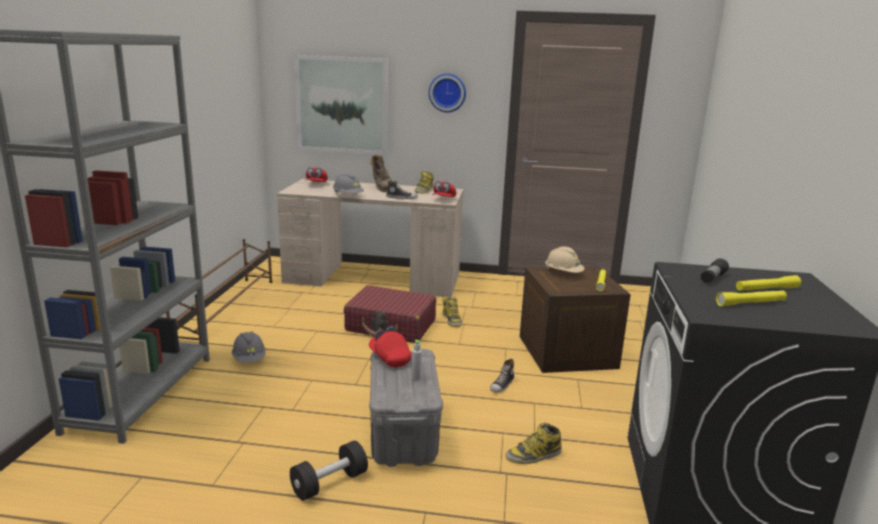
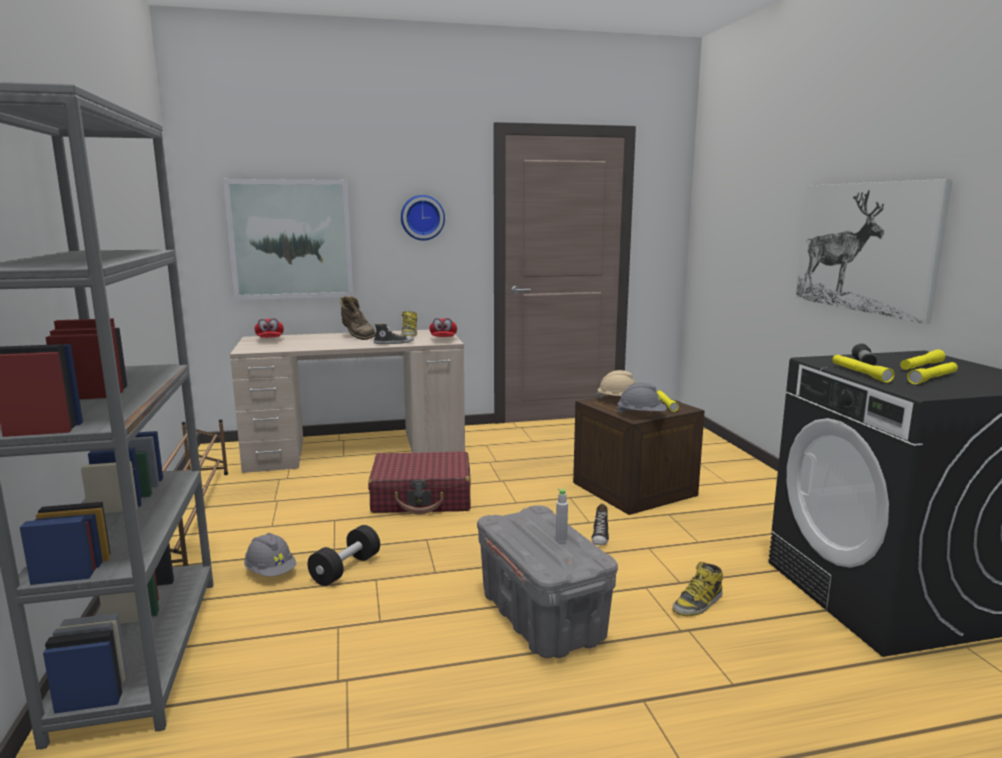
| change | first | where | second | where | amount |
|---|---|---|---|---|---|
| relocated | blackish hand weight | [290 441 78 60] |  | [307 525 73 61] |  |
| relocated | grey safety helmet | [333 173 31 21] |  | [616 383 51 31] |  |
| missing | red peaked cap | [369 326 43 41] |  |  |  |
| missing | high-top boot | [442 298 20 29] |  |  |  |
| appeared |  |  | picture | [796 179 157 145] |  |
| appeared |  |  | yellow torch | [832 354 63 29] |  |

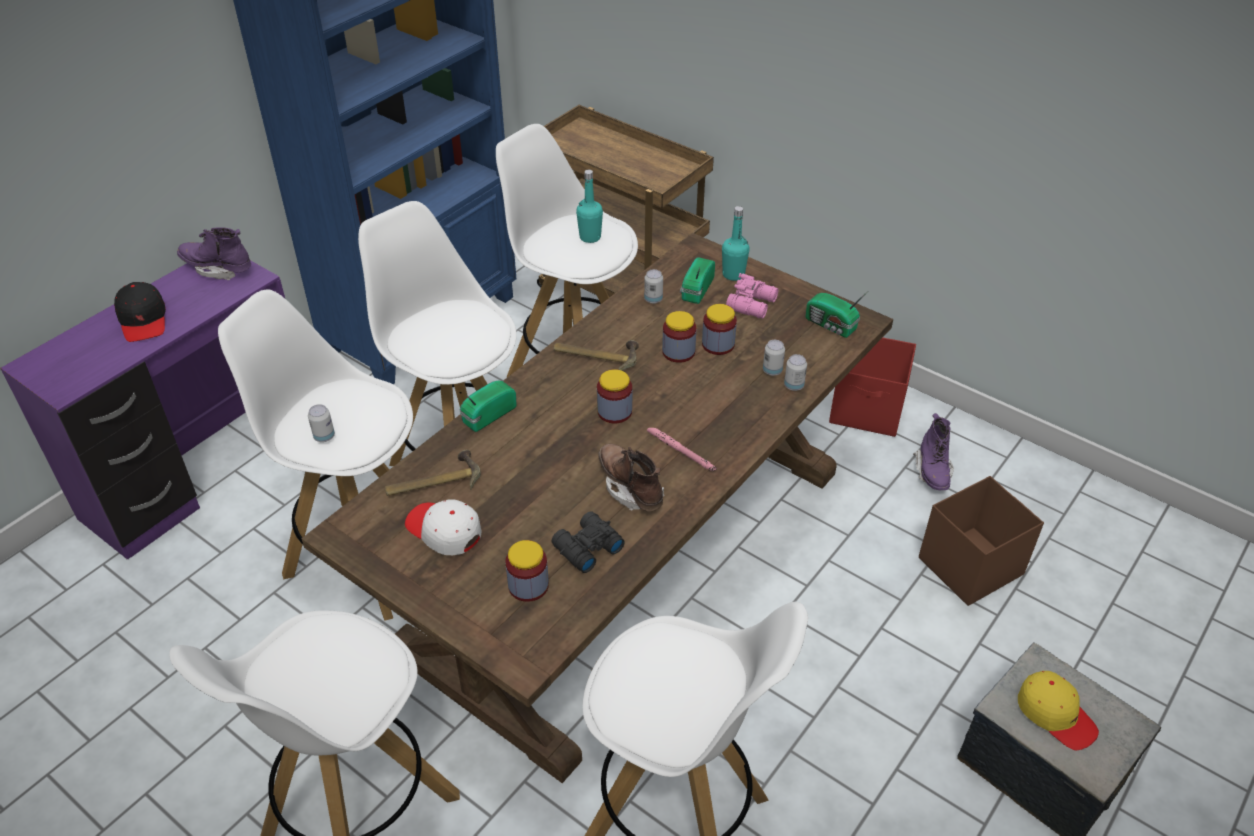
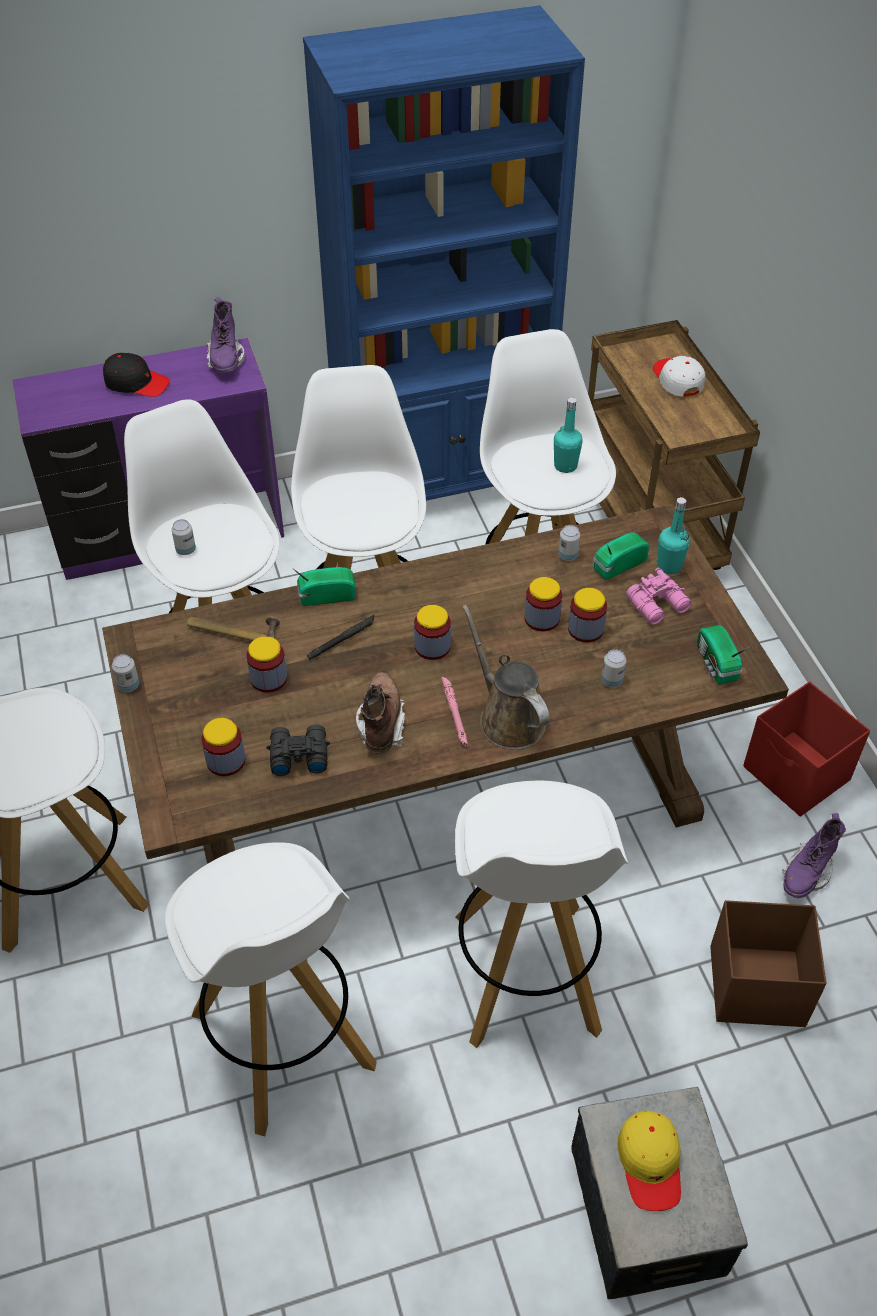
| change | first | where | second | where | amount |
|---|---|---|---|---|---|
| spun | blackish peaked cap | [114 282 52 60] |  | [103 353 67 44] | 90 degrees counterclockwise |
| spun | purple-coloured high-top boot | [177 227 74 53] |  | [206 297 39 76] | 150 degrees counterclockwise |
| relocated | whitish peaked cap | [405 499 77 56] |  | [653 356 53 41] |  |
| missing | hammer | [554 340 85 31] |  |  |  |
| relocated | metal can | [784 354 23 37] |  | [112 654 27 38] |  |
| appeared |  |  | jar | [246 636 41 56] |  |
| appeared |  |  | blackish torch | [307 615 67 45] |  |
| appeared |  |  | whitish sitting stool | [455 781 173 267] |  |
| appeared |  |  | brown sprinkling can | [462 605 88 145] |  |

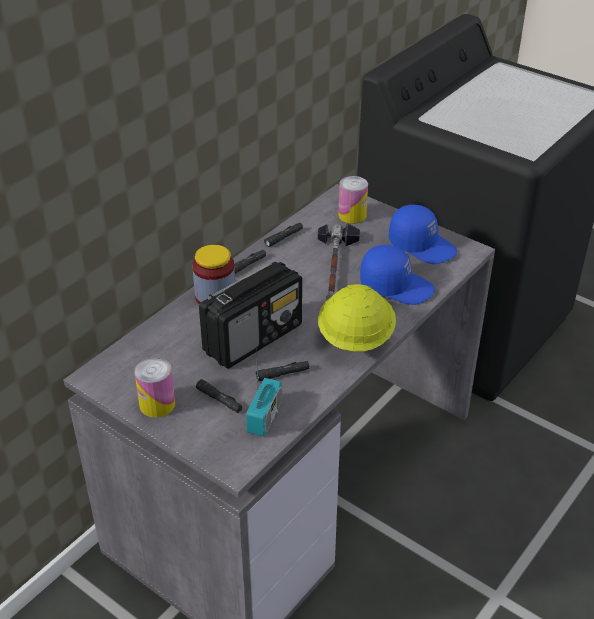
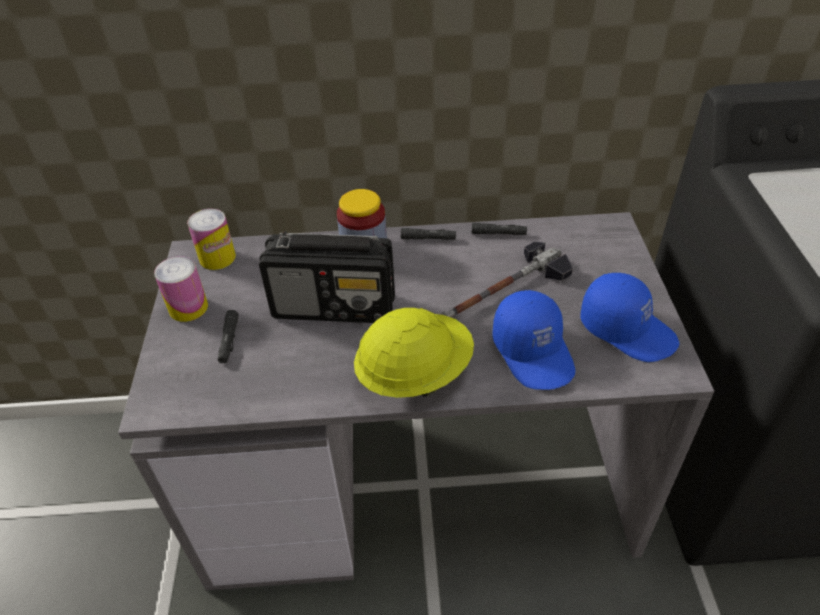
| change | first | where | second | where | amount |
|---|---|---|---|---|---|
| missing | radio receiver | [246 349 36 88] |  |  |  |
| missing | blackish torch | [256 361 54 20] |  |  |  |
| relocated | metal can | [338 176 30 48] |  | [187 209 49 61] |  |
| spun | blue-coloured peaked cap | [389 205 68 59] |  | [580 273 99 89] | 45 degrees counterclockwise |

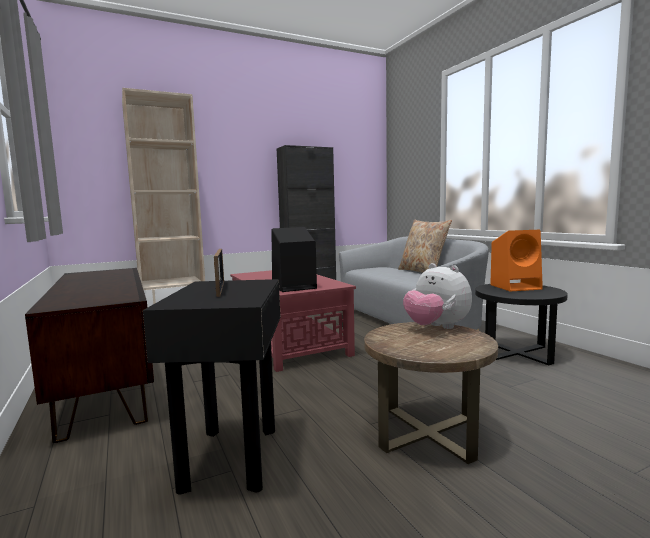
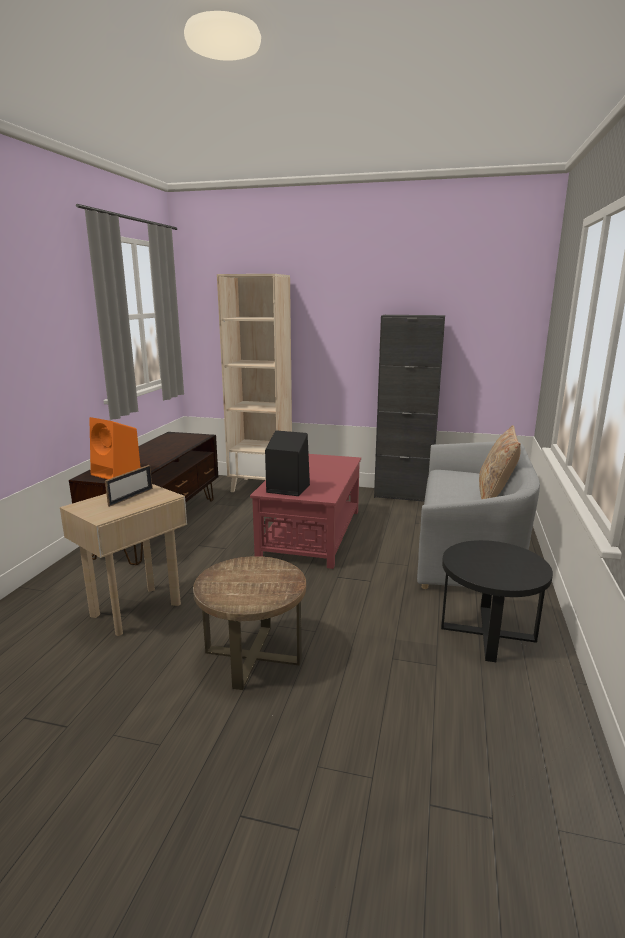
| change | first | where | second | where | amount |
|---|---|---|---|---|---|
| colour | blackish side table | [143 279 138 216] | sand-coloured side table | [60 484 127 152] |  |
| missing | plush toy | [403 263 69 66] |  |  |  |
| relocated | orange loudspeaker | [490 230 53 61] |  | [89 417 52 62] |  |

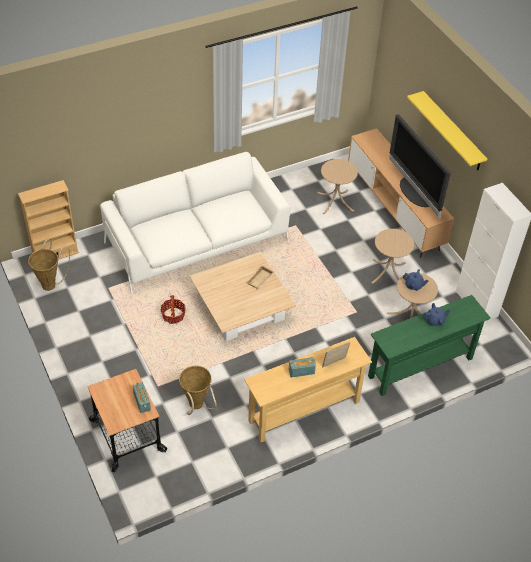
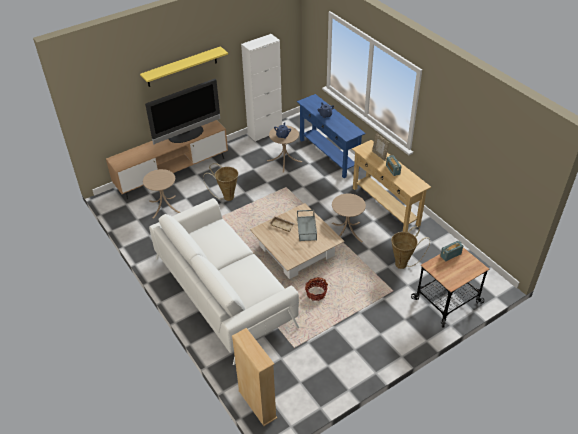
| change | first | where | second | where | amount |
|---|---|---|---|---|---|
| relocated | storage basket | [28 239 42 52] |  | [203 163 35 38] |  |
| colour | green-coloured narrow table | [368 295 123 101] | blue-coloured narrow table | [297 94 69 84] |  |
| relocated | sand-coloured side table | [371 229 43 55] |  | [332 194 34 48] |  |
| appeared |  |  | grey tray | [297 210 20 31] |  |

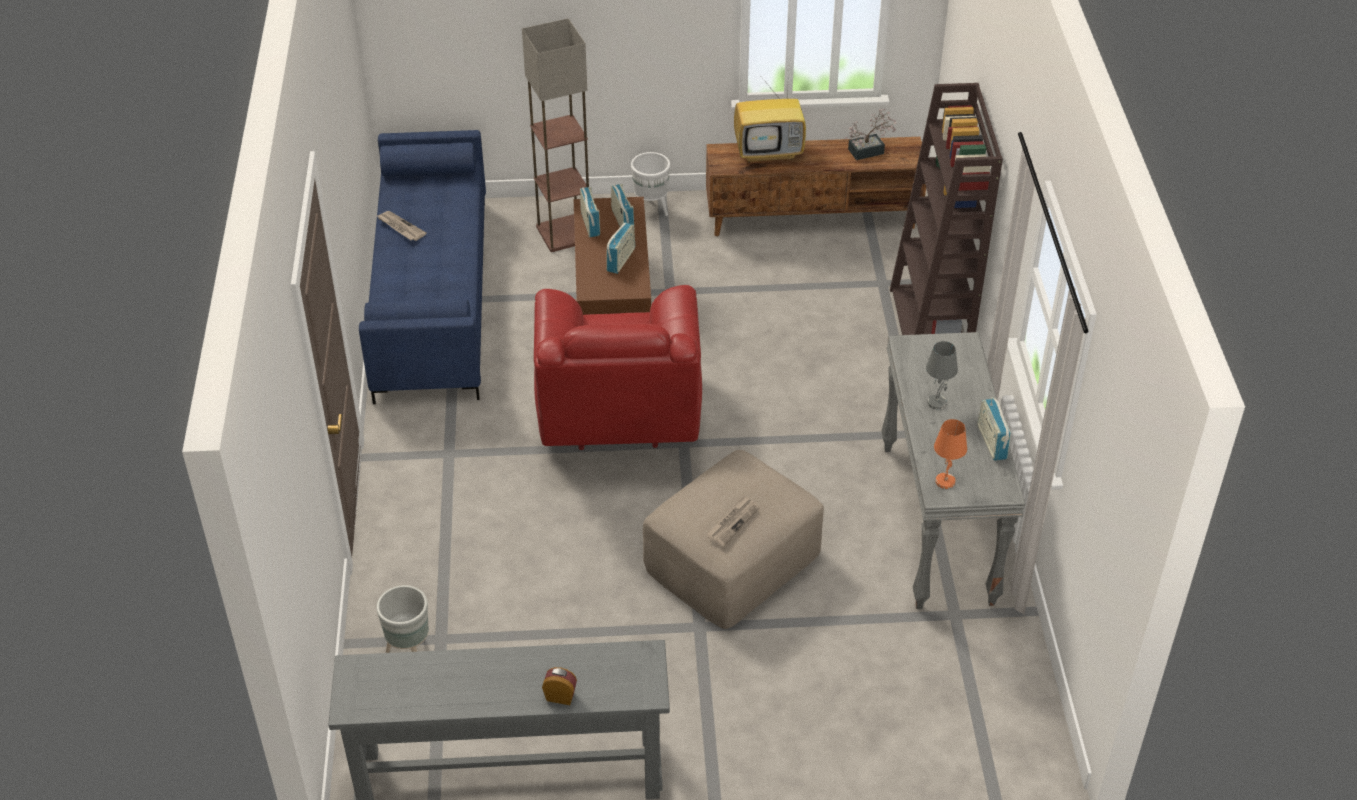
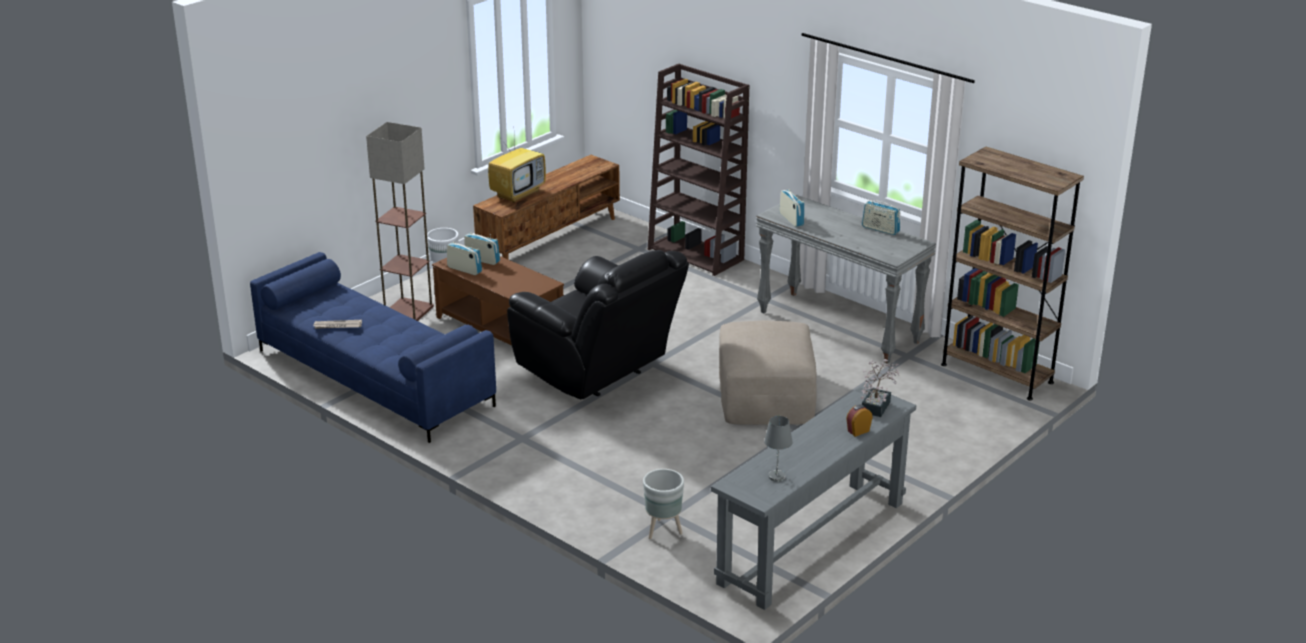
| change | first | where | second | where | amount |
|---|---|---|---|---|---|
| colour | red easy chair | [534 285 168 165] | blackish easy chair | [507 250 182 150] |  |
| relocated | radio receiver | [606 222 29 52] |  | [779 189 25 38] |  |
| missing | printed paper | [707 495 52 52] |  |  |  |
| relocated | plant in a pot | [845 108 51 52] |  | [861 359 38 58] |  |
| relocated | grey lamp for a table | [926 341 32 69] |  | [764 416 29 66] |  |
| missing | orange lamp for a table | [934 419 33 70] |  |  |  |
| appeared |  |  | brown bookshelf | [941 147 143 254] |  |

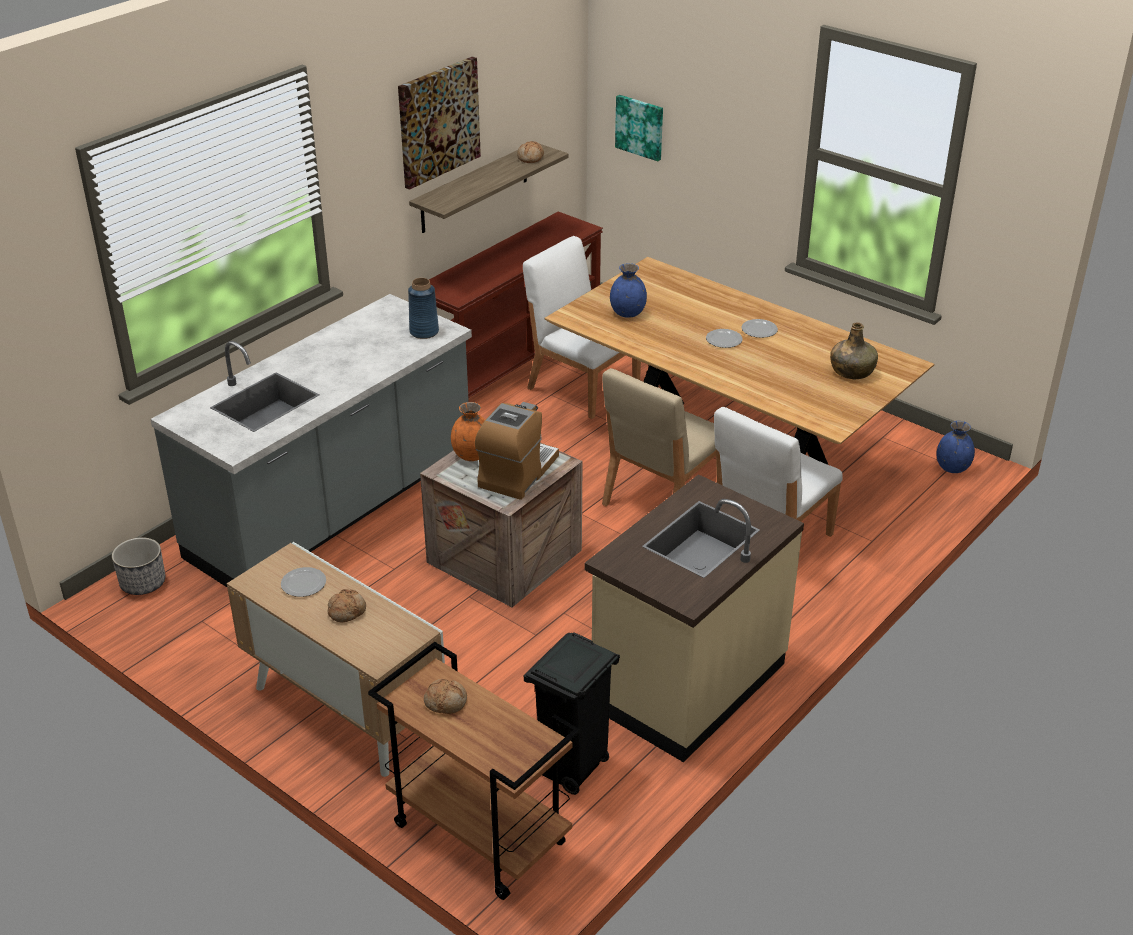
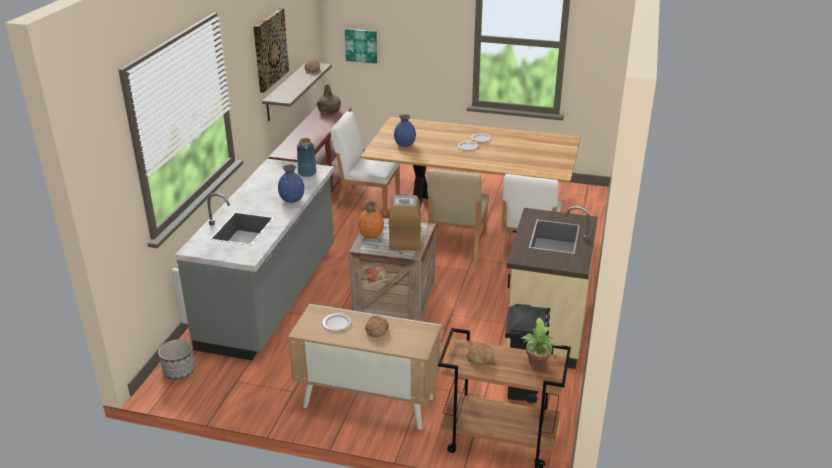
| change | first | where | second | where | amount |
|---|---|---|---|---|---|
| relocated | green-coloured bottle | [830 322 48 57] |  | [317 84 24 30] |  |
| relocated | blue-coloured flower vase | [936 421 39 52] |  | [278 164 26 39] |  |
| appeared |  |  | plant in a pot | [521 318 40 51] |  |

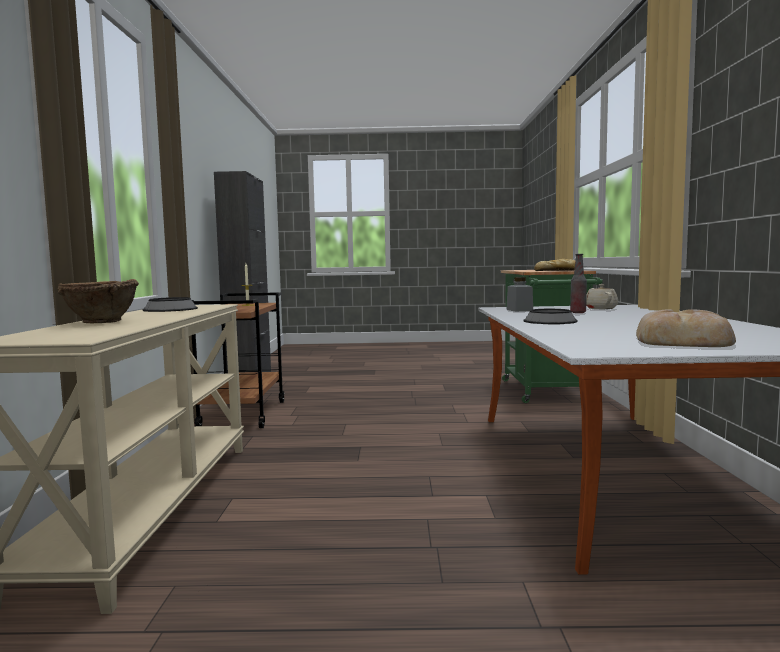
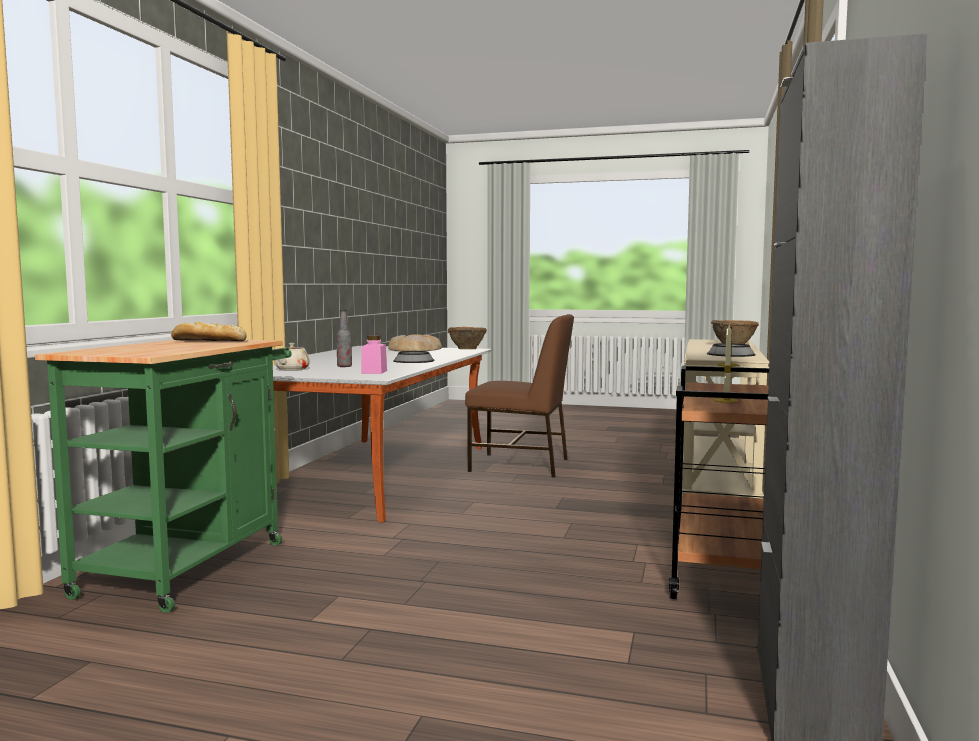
| change | first | where | second | where | amount |
|---|---|---|---|---|---|
| colour | grey jar | [506 277 27 35] | pinkish jar | [361 335 26 39] |  |
| appeared |  |  | brown bowl | [448 327 39 22] |  |
| appeared |  |  | brown chair | [465 314 109 164] |  |

